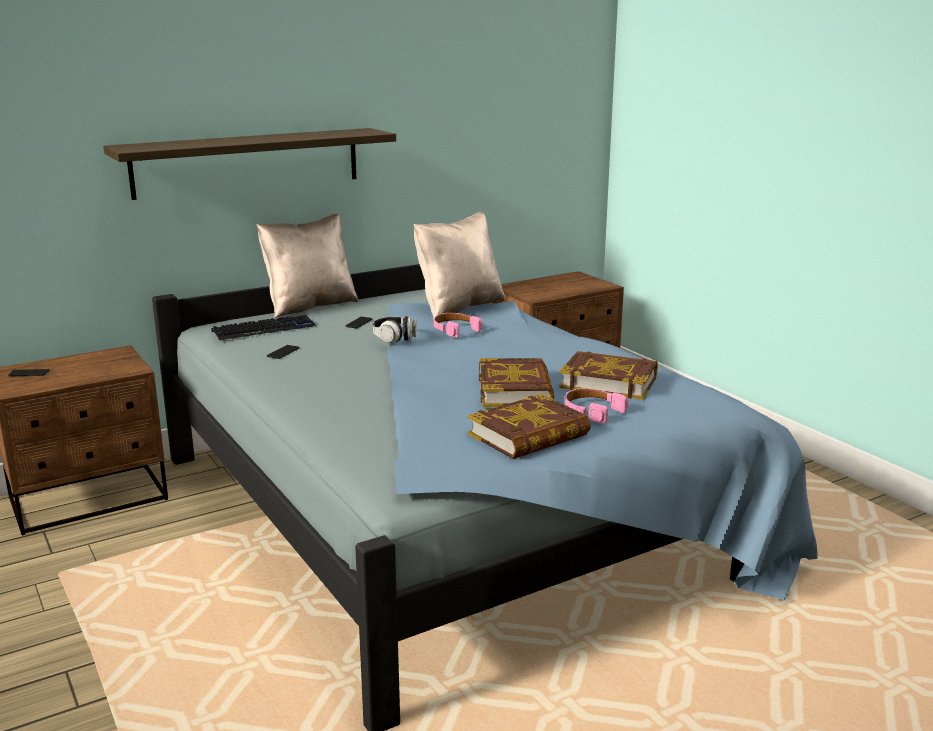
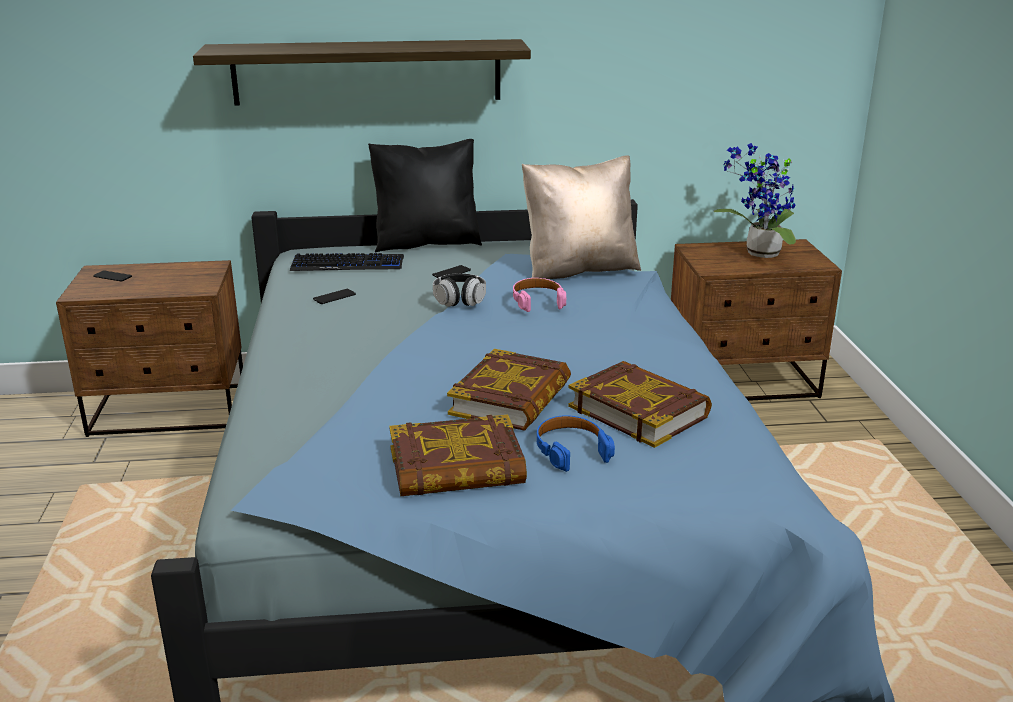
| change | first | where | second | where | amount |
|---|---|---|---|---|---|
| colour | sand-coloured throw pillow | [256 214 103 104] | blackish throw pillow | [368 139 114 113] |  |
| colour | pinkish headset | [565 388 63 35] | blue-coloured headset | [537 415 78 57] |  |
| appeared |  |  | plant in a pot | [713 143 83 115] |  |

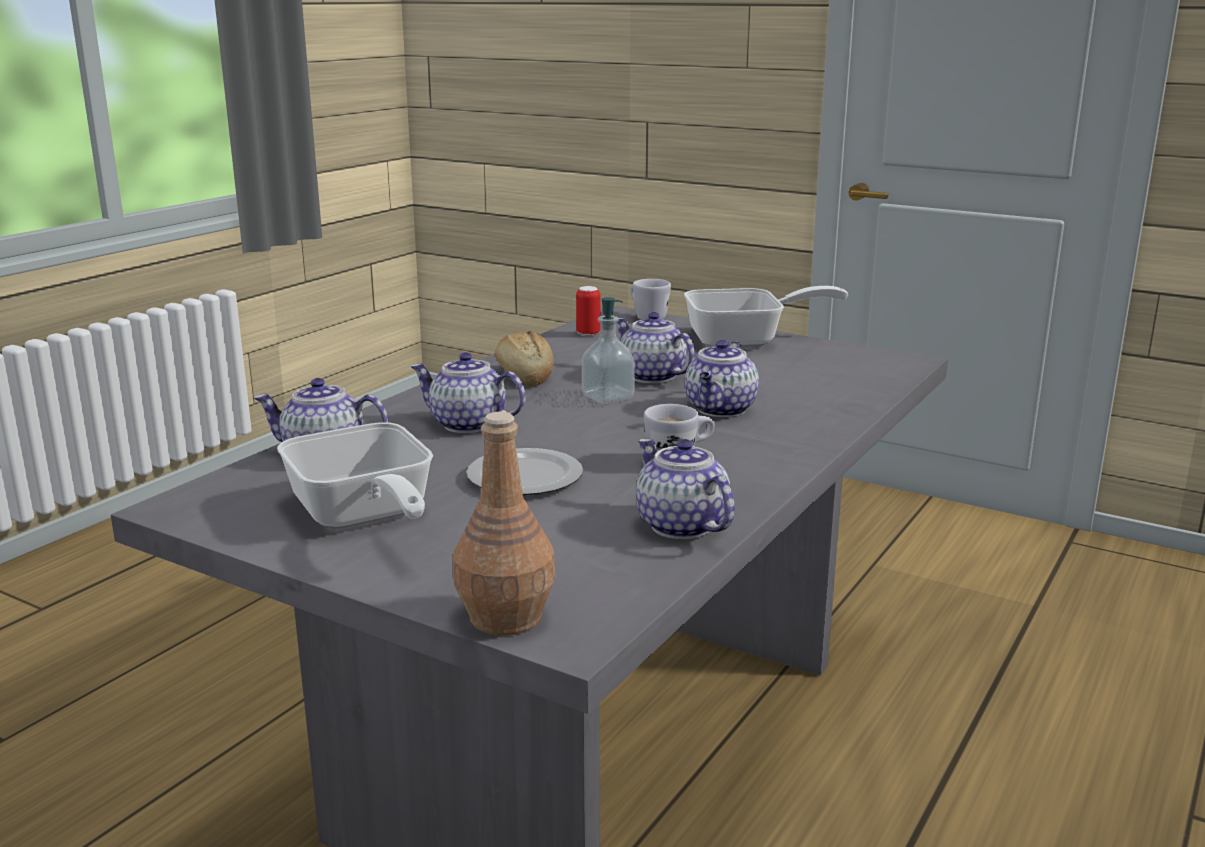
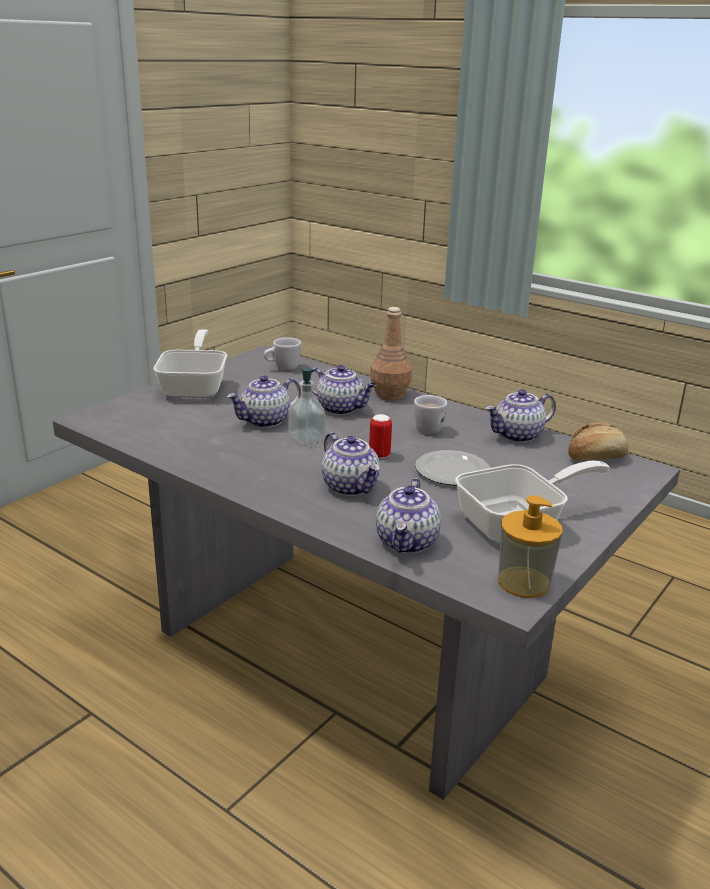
| change | first | where | second | where | amount |
|---|---|---|---|---|---|
| spun | teapot | [410 352 116 81] |  | [322 432 58 64] | 60 degrees counterclockwise |
| relocated | brown bottle | [453 412 103 224] |  | [370 307 42 93] |  |
| relocated | bread | [495 331 59 55] |  | [568 422 60 39] |  |
| relocated | metal can | [576 286 24 50] |  | [369 414 23 45] |  |
| relocated | whitish coffee mug | [630 279 41 41] |  | [264 337 37 33] |  |
| appeared |  |  | soap bottle | [498 495 64 103] |  |

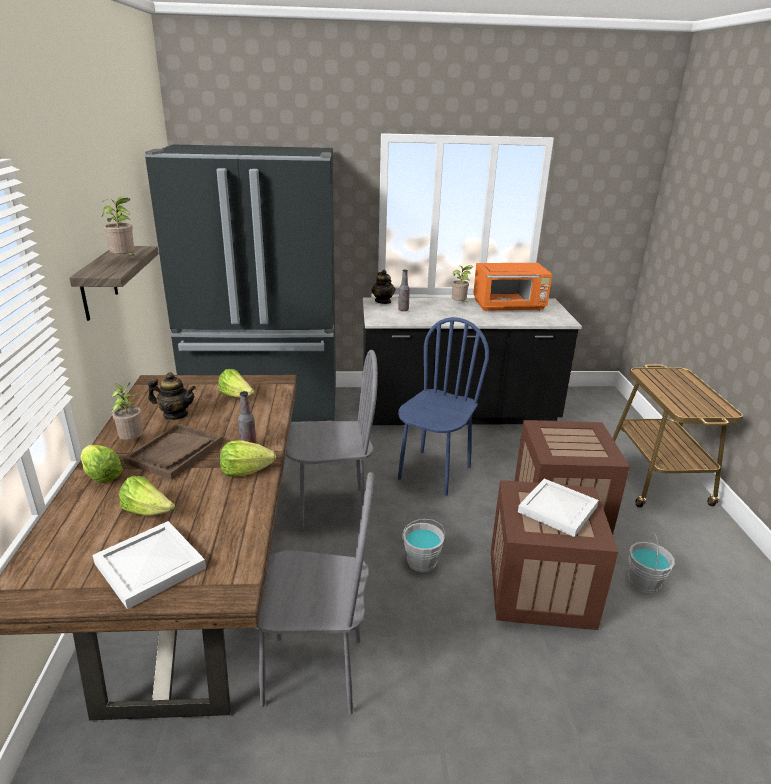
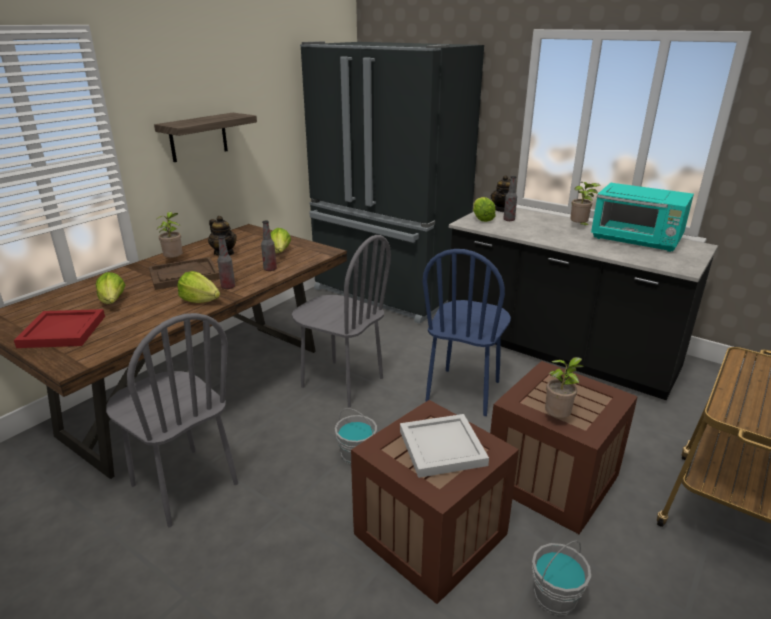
| change | first | where | second | where | amount |
|---|---|---|---|---|---|
| relocated | lettuce head | [80 445 43 38] |  | [473 197 23 25] |  |
| colour | whitish tray | [92 521 114 88] | red tray | [14 309 91 39] |  |
| relocated | plant in a pot | [102 197 32 59] |  | [545 357 39 61] |  |
| spun | blue-coloured chair | [398 317 91 179] |  | [422 249 89 167] | 135 degrees clockwise |
| colour | orange kitchen microwave | [473 263 79 48] | turquoise kitchen microwave | [591 183 103 69] |  |
| appeared |  |  | bottle | [261 221 16 50] |  |

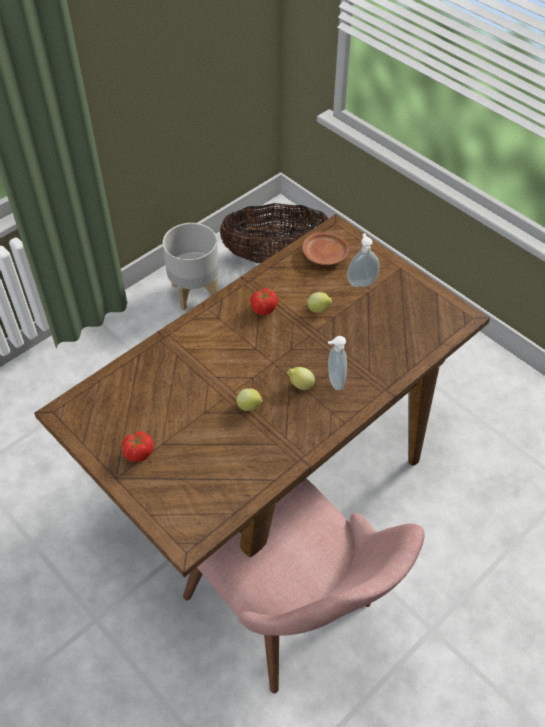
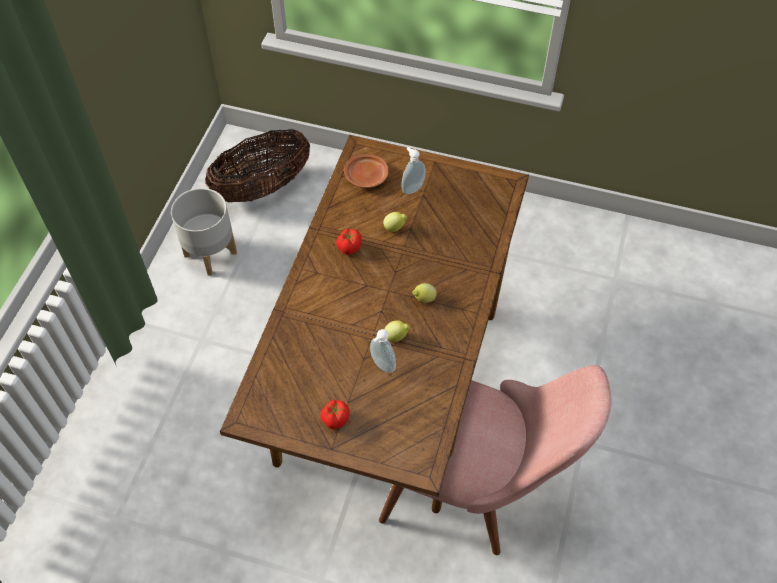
| change | first | where | second | where | amount |
|---|---|---|---|---|---|
| relocated | soap bottle | [328 336 19 54] |  | [370 329 26 44] |  |

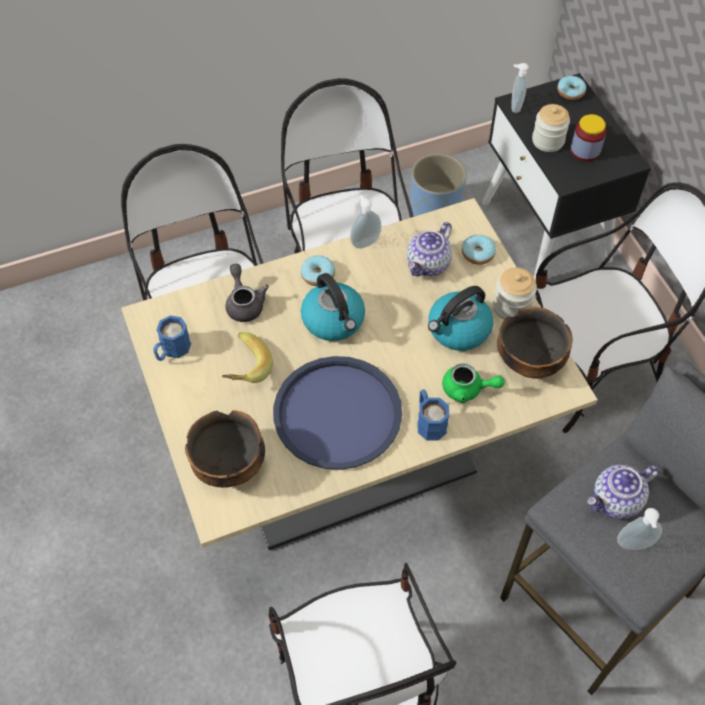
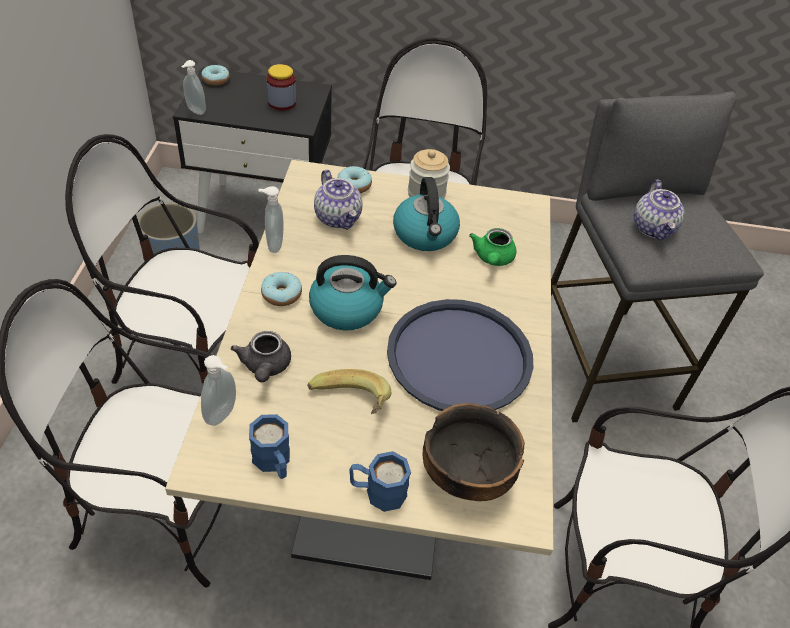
| change | first | where | second | where | amount |
|---|---|---|---|---|---|
| spun | grey teapot | [225 264 44 58] |  | [230 331 61 51] | 105 degrees counterclockwise |
| relocated | blue-coloured coffee mug | [417 389 32 52] |  | [349 451 62 61] |  |
| spun | green-coloured teapot | [442 363 63 40] |  | [469 228 47 38] | 150 degrees clockwise |
| missing | bowl | [497 307 76 72] |  |  |  |
| missing | jar | [532 104 38 48] |  |  |  |
| relocated | soap bottle | [617 508 45 42] |  | [201 355 35 71] |  |

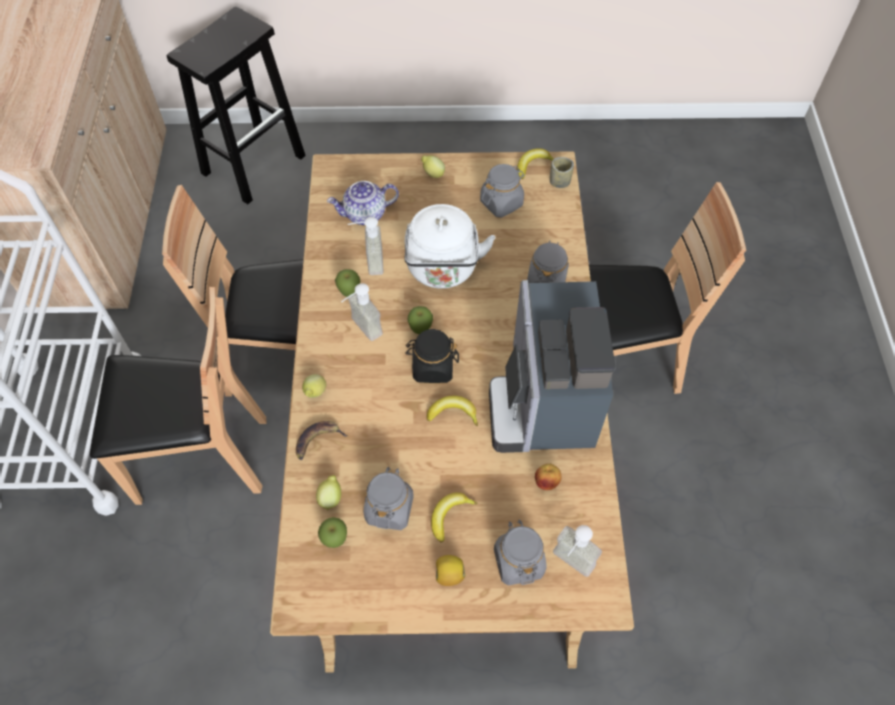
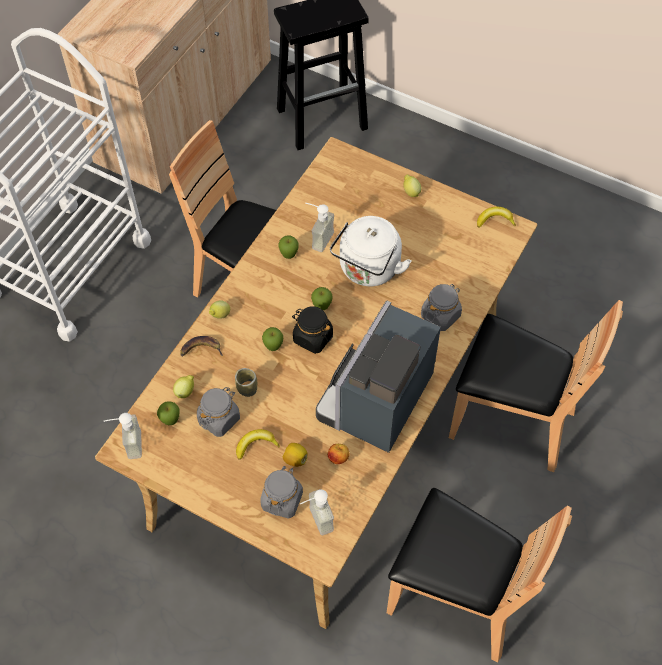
| change | first | where | second | where | amount |
|---|---|---|---|---|---|
| relocated | brown chair | [90 287 177 218] |  | [387 488 185 174] |  |
| missing | teapot | [327 181 72 44] |  |  |  |
| relocated | soap bottle | [341 283 42 58] |  | [104 413 38 46] |  |
| missing | banana fruit | [427 396 51 30] |  |  |  |
| relocated | citrus fruit | [436 555 30 31] |  | [283 443 24 24] |  |
| missing | grey jar | [480 164 44 54] |  |  |  |
| relocated | small cup | [550 157 24 31] |  | [235 368 22 29] |  |
| appeared |  |  | apple fruit | [262 327 21 24] |  |

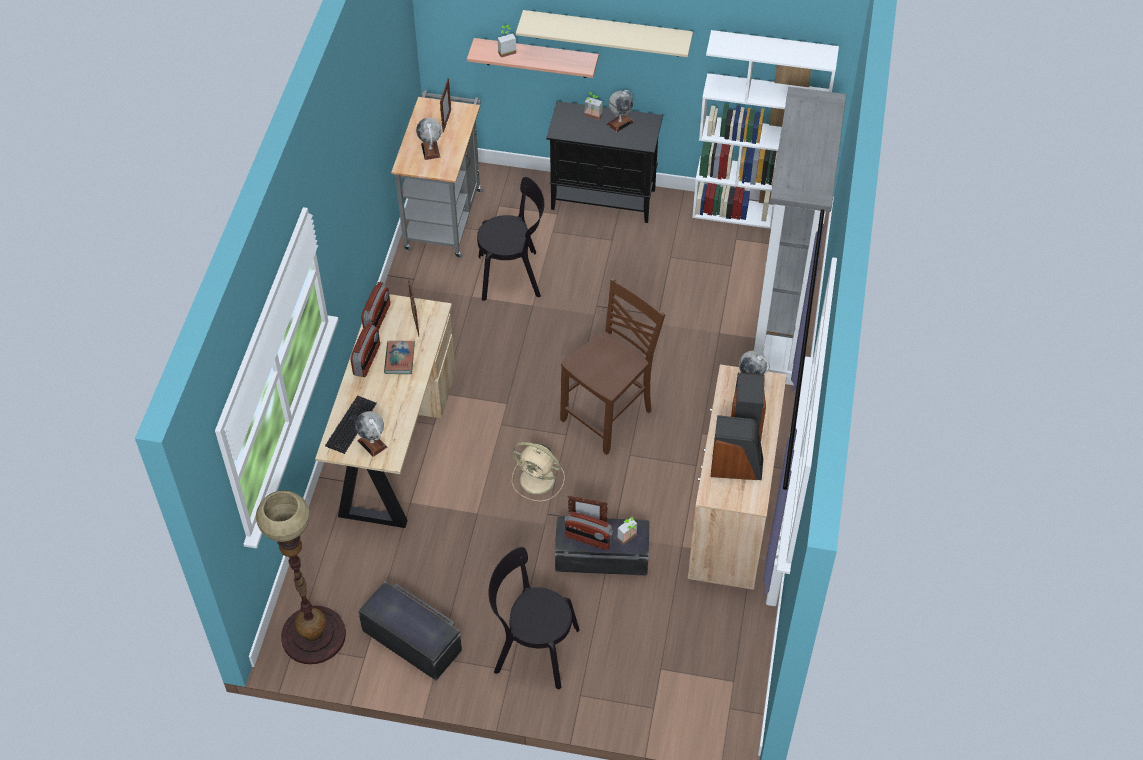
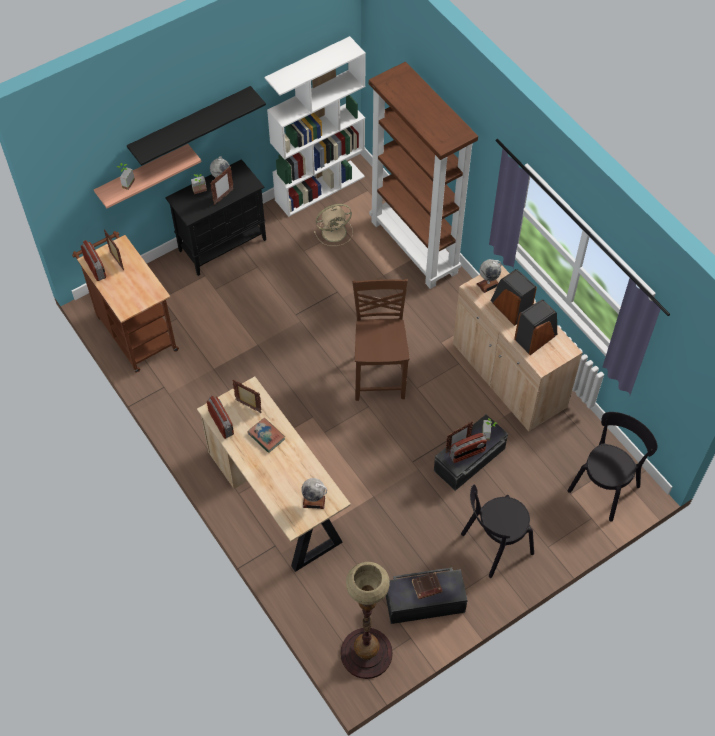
| change | first | where | second | where | amount |
|---|---|---|---|---|---|
| missing | computer keyboard | [325 395 52 59] |  |  |  |
| relocated | radio receiver | [350 322 30 55] |  | [81 240 25 41] |  |
| colour | grey cart | [391 91 92 167] | brown cart | [72 231 107 142] |  |
| missing | desk globe | [416 118 26 42] |  |  |  |
| relocated | blackish chair | [477 177 67 124] |  | [568 412 90 110] |  |
| relocated | sand-coloured electric fan | [512 442 53 60] |  | [314 204 39 42] |  |
| colour | sand-coloured wall shelf | [516 10 177 47] | blackish wall shelf | [127 86 139 80] |  |
| colour | grey bookshelf | [754 87 93 298] | brown bookshelf | [369 62 109 227] |  |
| appeared |  |  | photo frame | [210 166 24 39] |  |
| appeared |  |  | brown book | [412 572 31 27] |  |

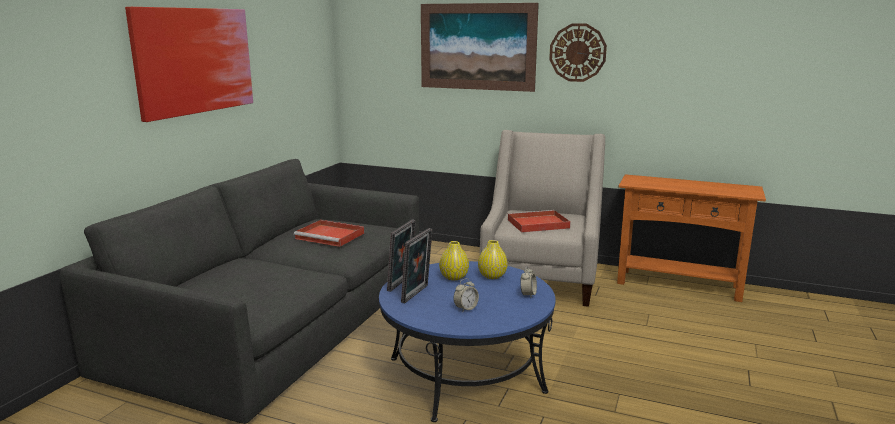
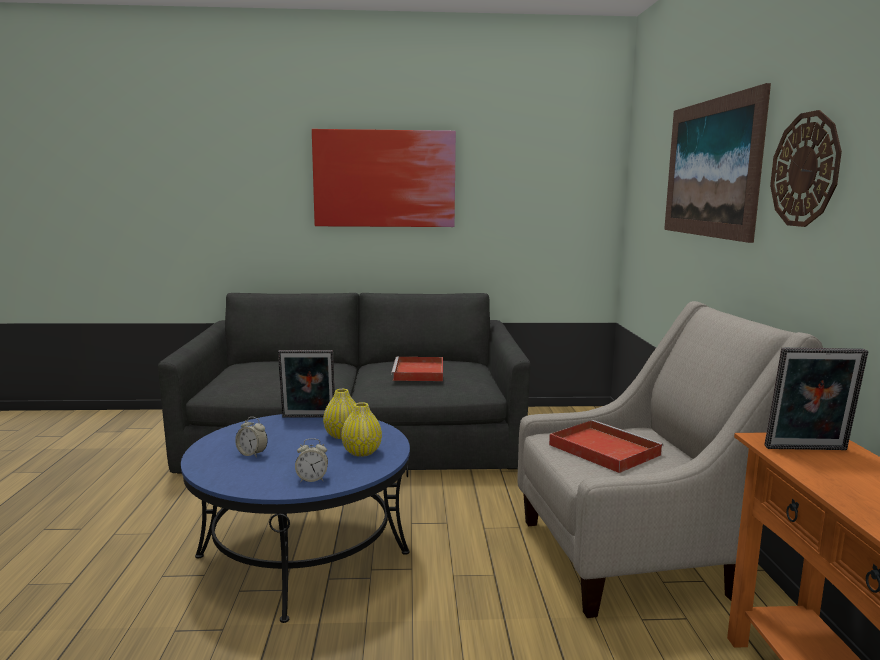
| change | first | where | second | where | amount |
|---|---|---|---|---|---|
| relocated | photo frame | [401 228 32 75] |  | [764 348 104 102] |  |

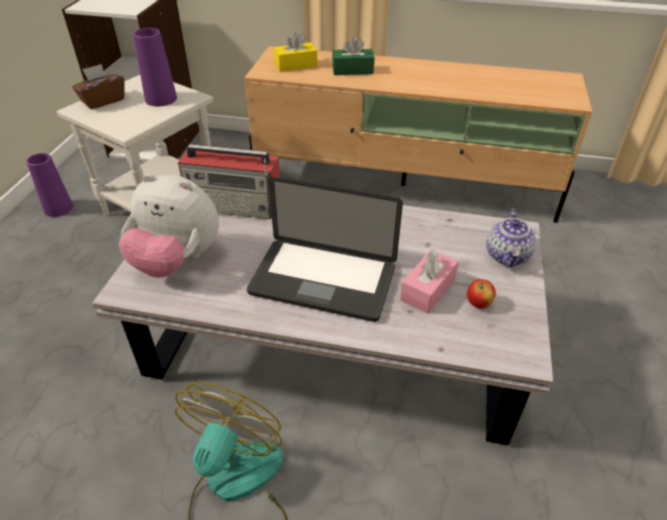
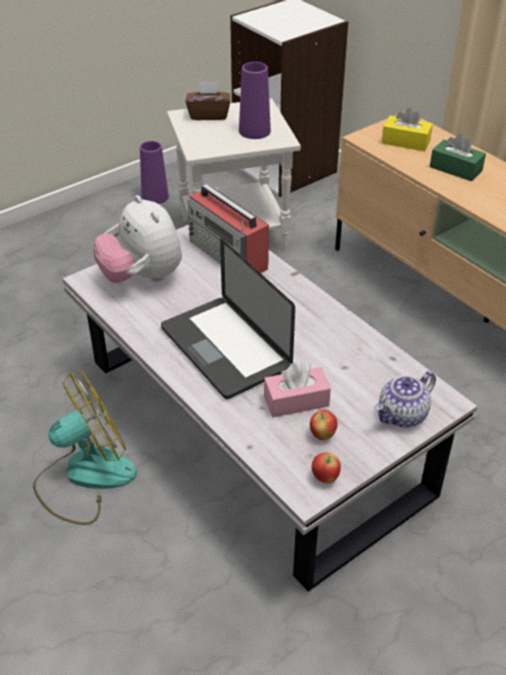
| change | first | where | second | where | amount |
|---|---|---|---|---|---|
| appeared |  |  | apple fruit | [312 453 29 30] |  |

